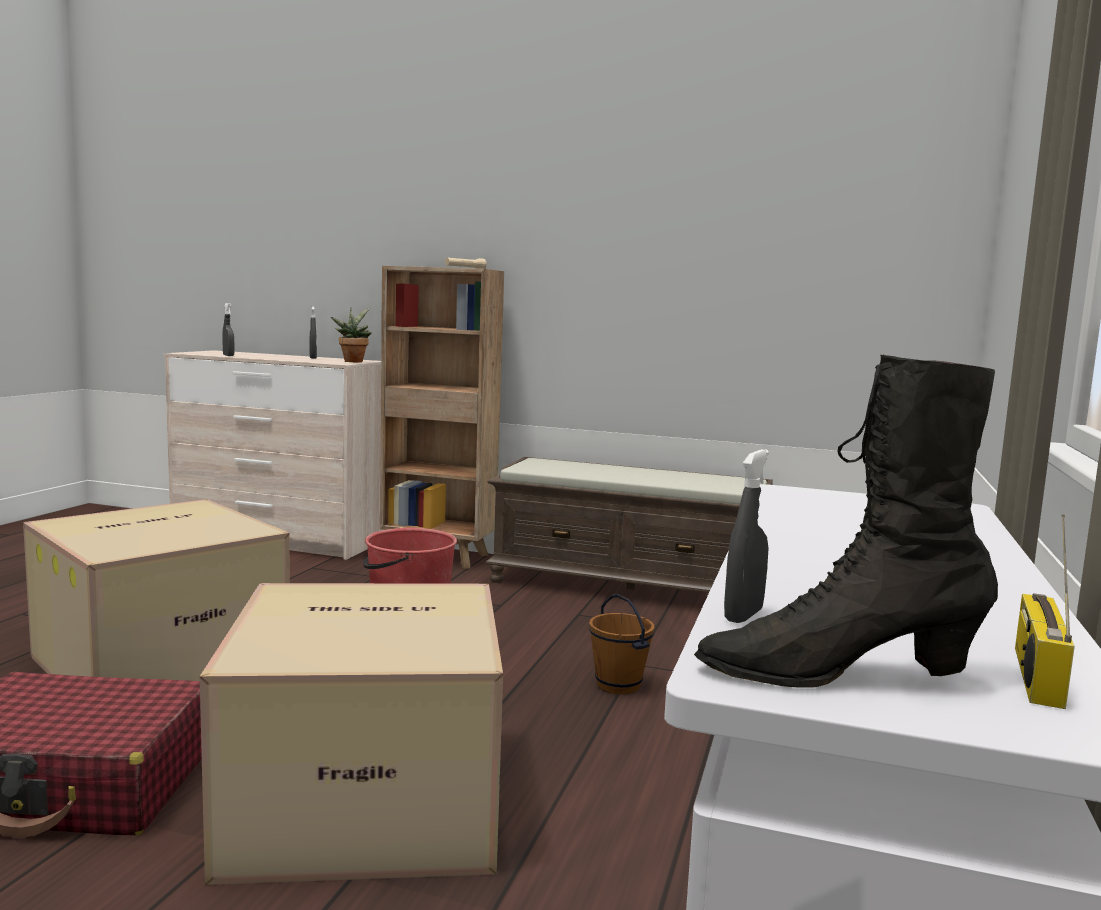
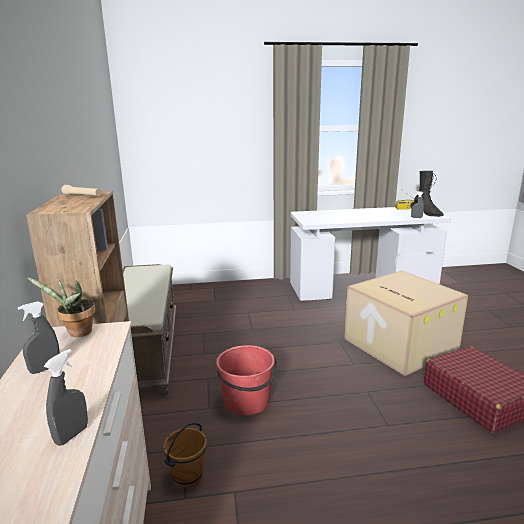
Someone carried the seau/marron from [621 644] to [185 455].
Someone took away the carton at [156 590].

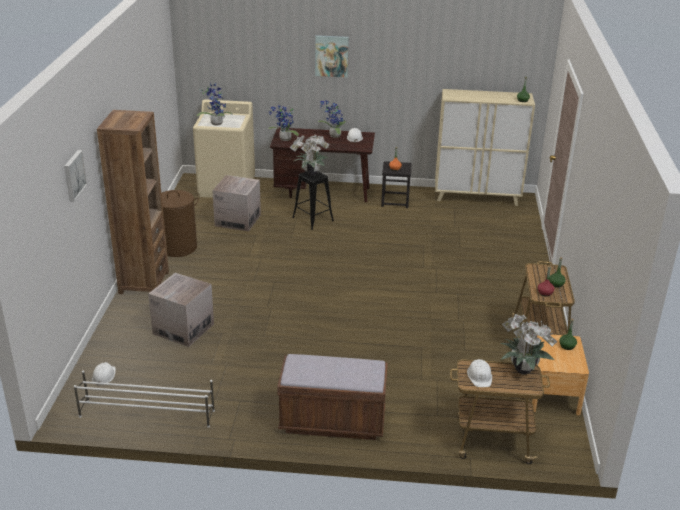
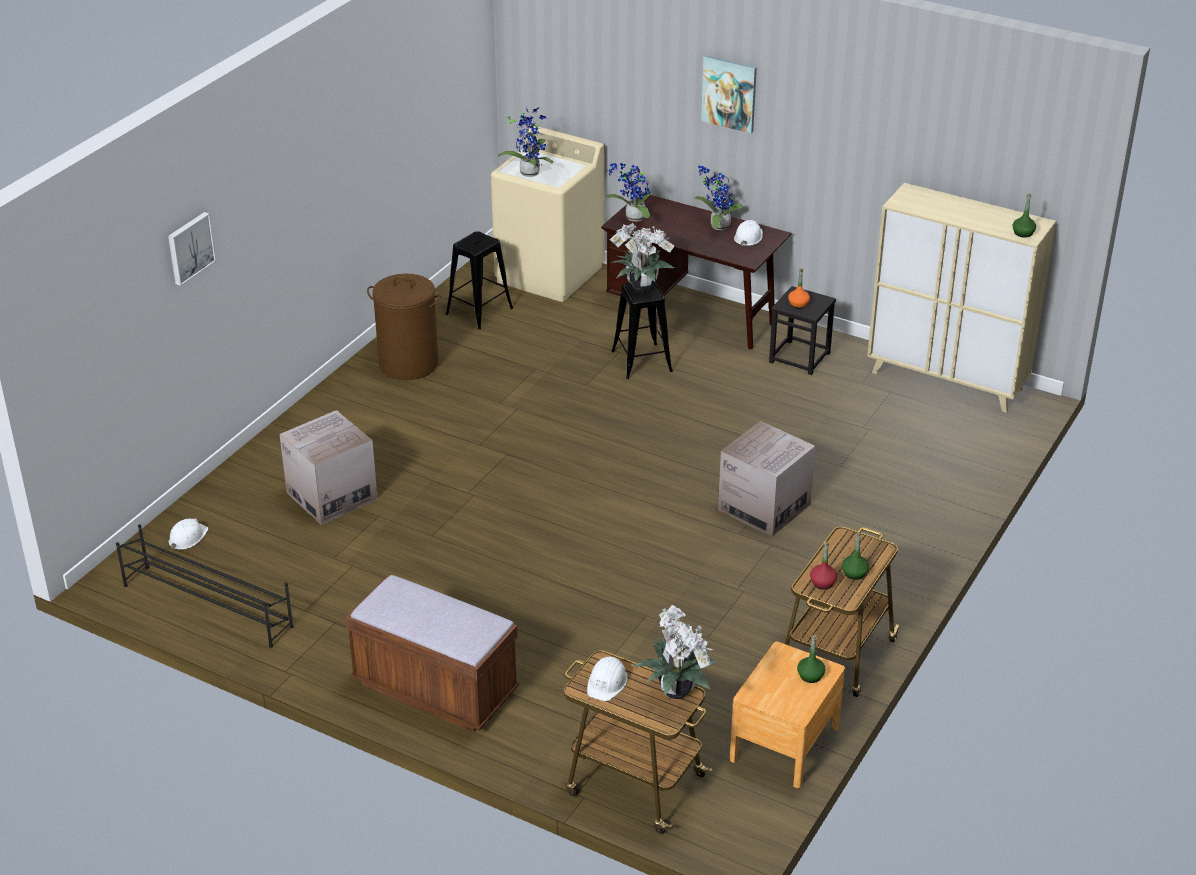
Someone repainted the étagère à chaussures/blanc at [144 399], which became the étagère à chaussures/noir at [205 586].
Someone put down the tabouret/noir at [479 280].
Someone carried the carton from [236 203] to [766 479].
Someone took away the bibliothèque/marron at [133 202].

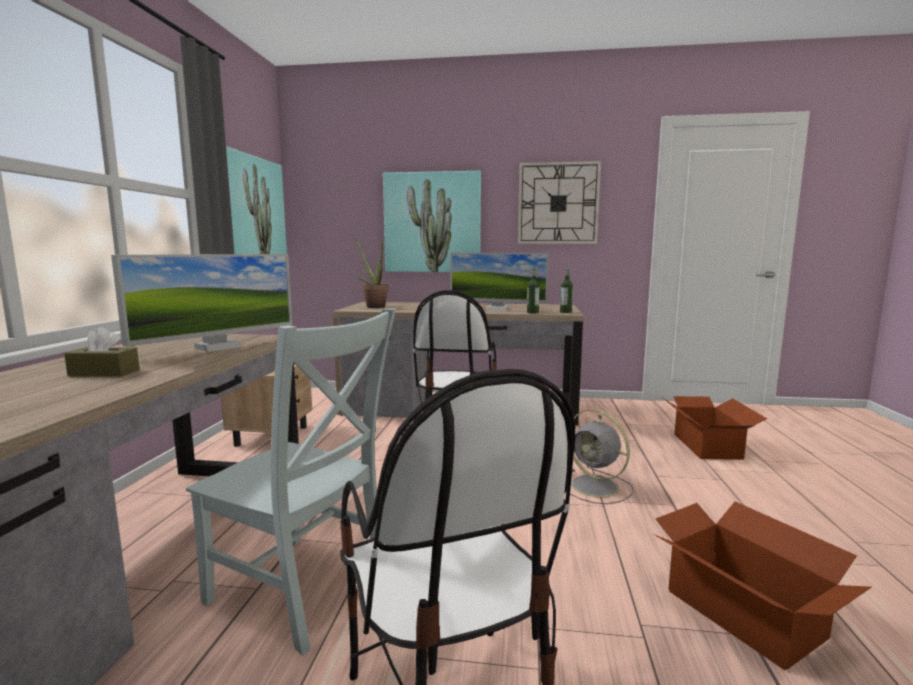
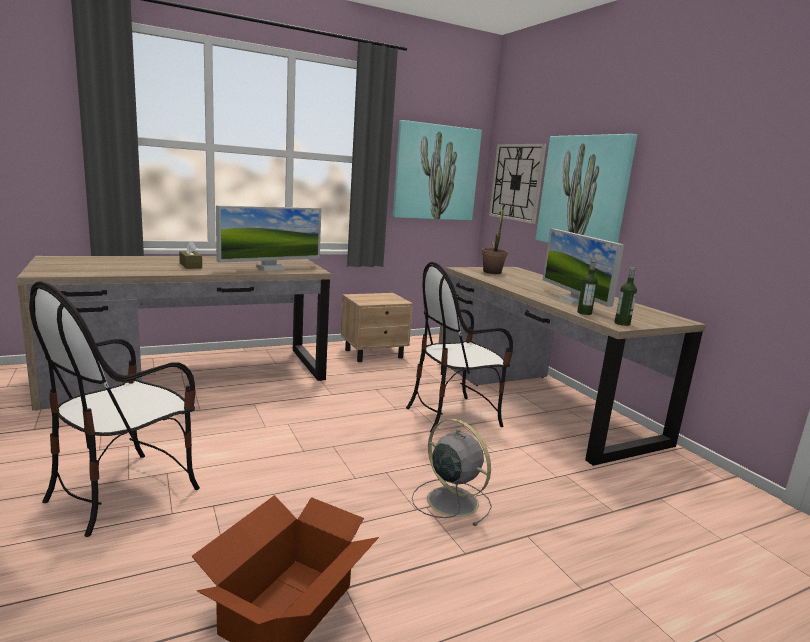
Someone rotated the écran d'ordinateur at [202 303] by 45 degrees counterclockwise.
Someone rotated the ventilateur/gris at [602 456] by 120 degrees clockwise.
Someone carried the horloge murale from [559 202] to [518 184].
Someone took away the chaise/gris at [291 481].
Someone took away the carton at [715 428].

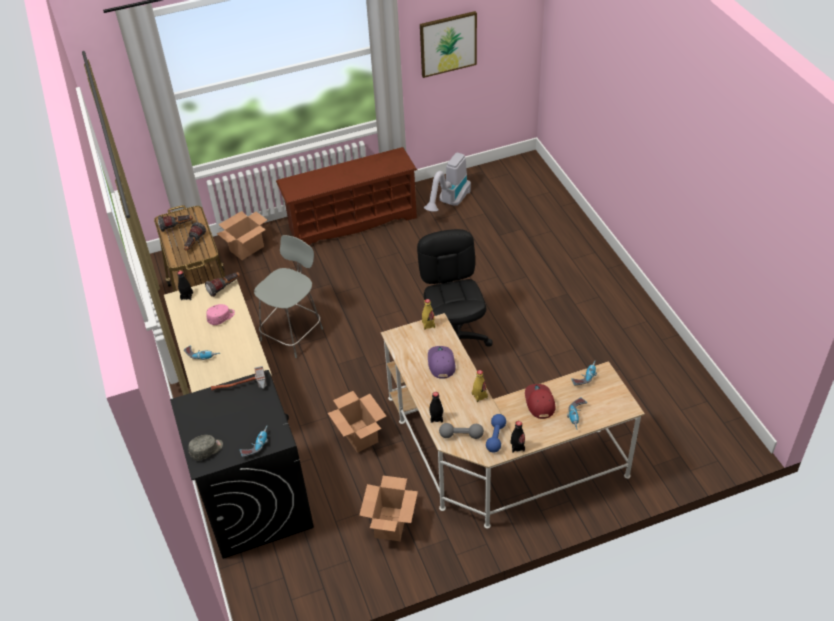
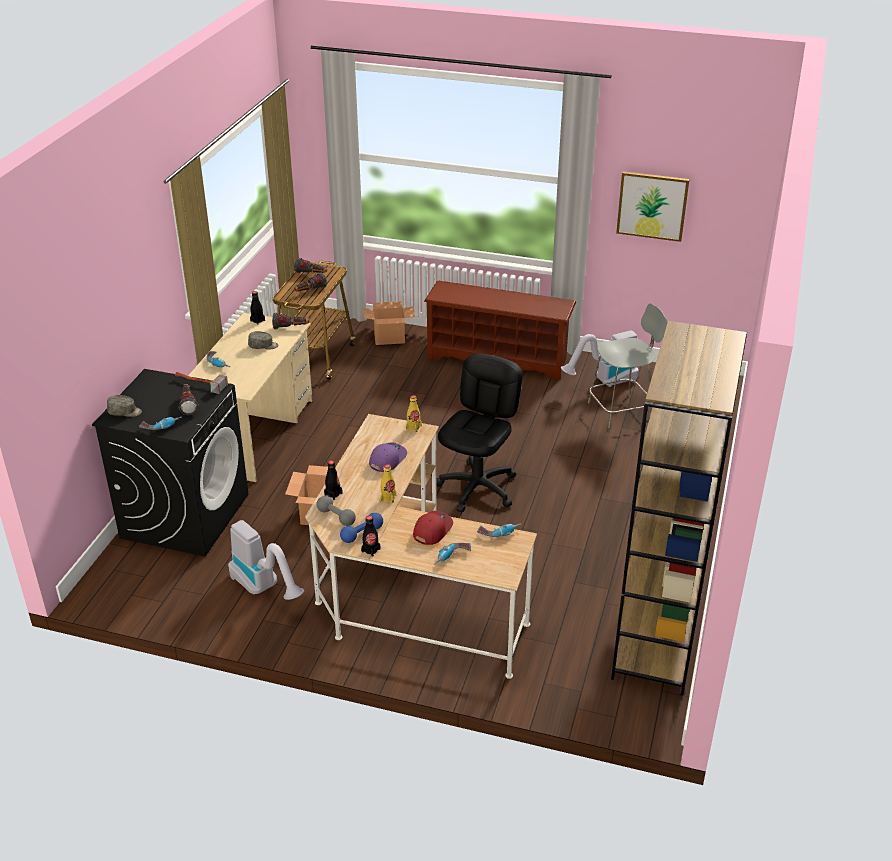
Someone put down the lampe de poche at [188 399].
Someone swapped the carton at [388 508] for the aspirateur at [266 560].
Someone repainted the casquette/rose at [220 314], which became the casquette/gris at [263 340].
Someone carried the tabouret/gris from [288 296] to [627 365].
Someone put down the bibliothèque/marron at [679 508].

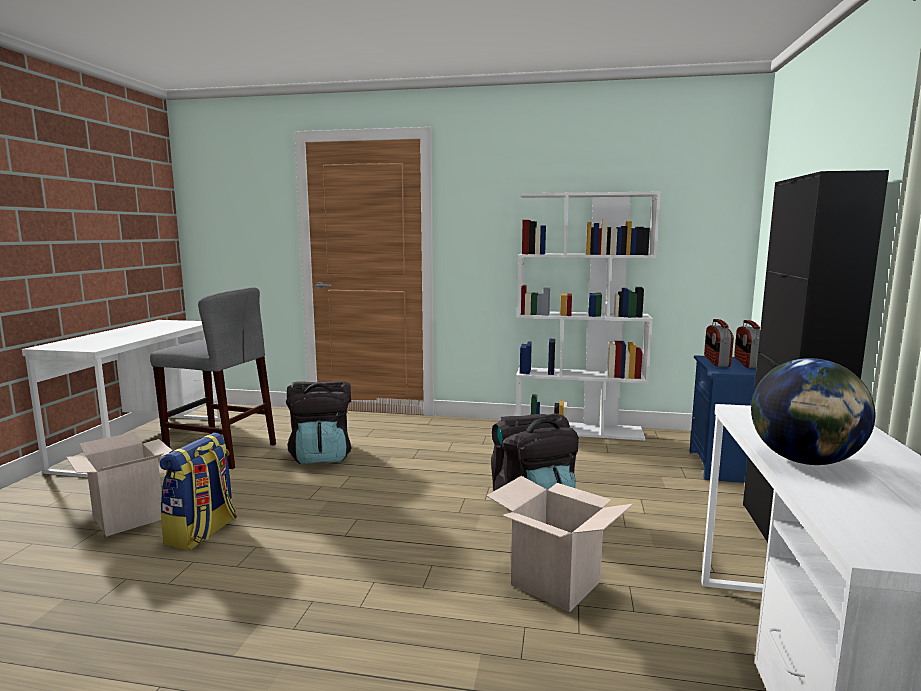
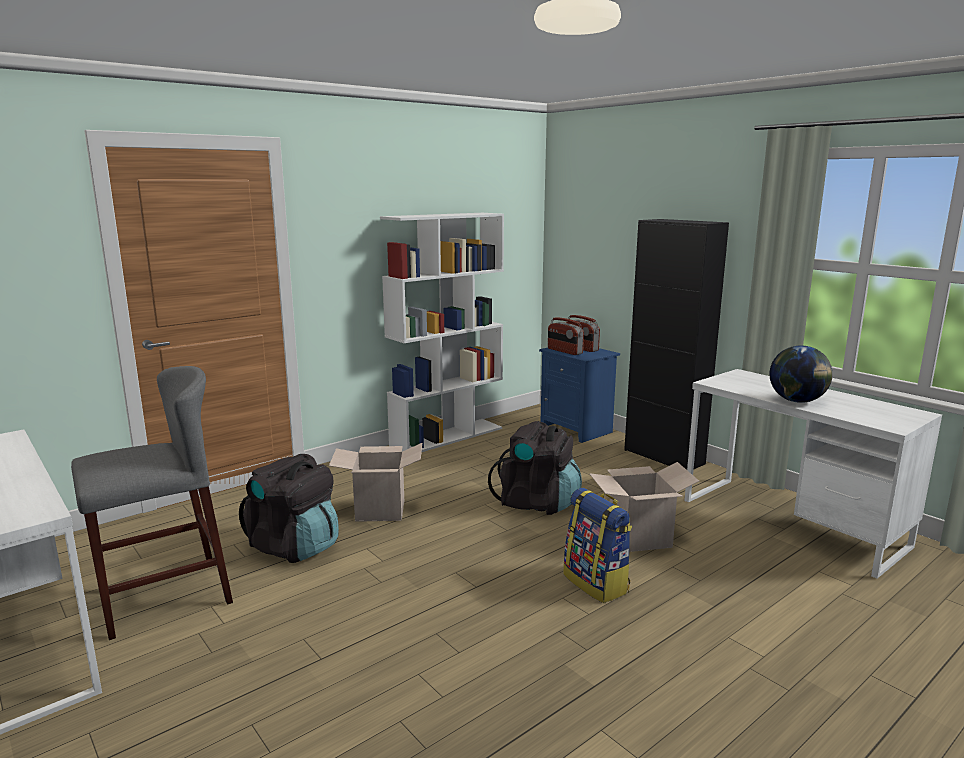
Someone carried the carton from [119 484] to [375 482].
Someone carried the sac à dos from [198 491] to [597 545].

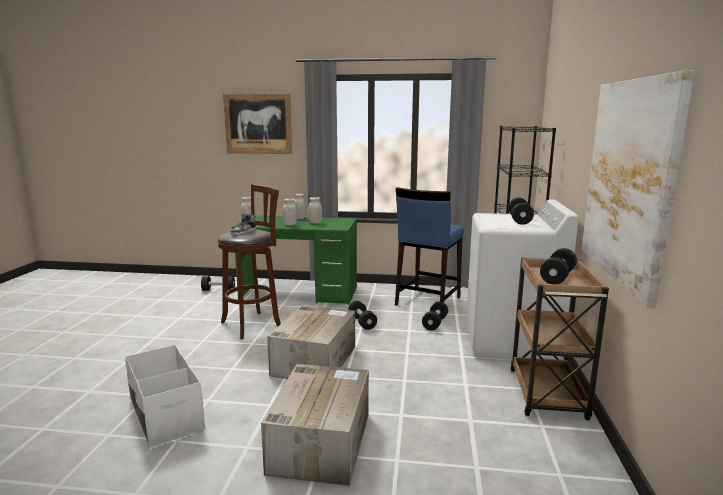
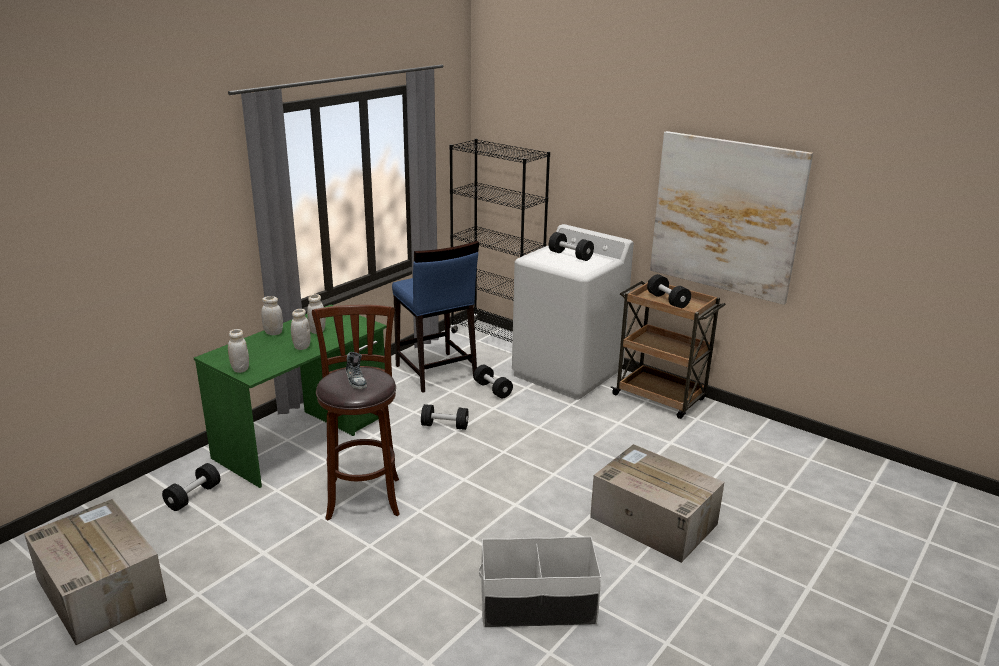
Someone carried the carton from [311 342] to [95 572].
Someone took away the tableau at [257 124].

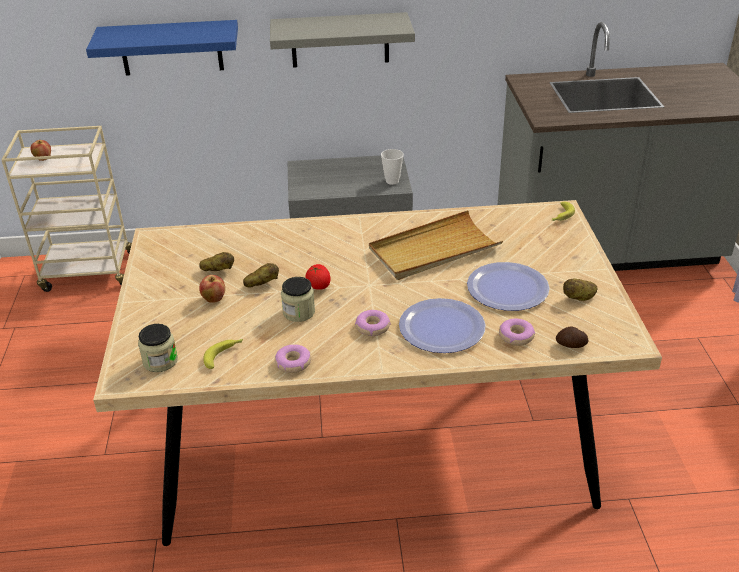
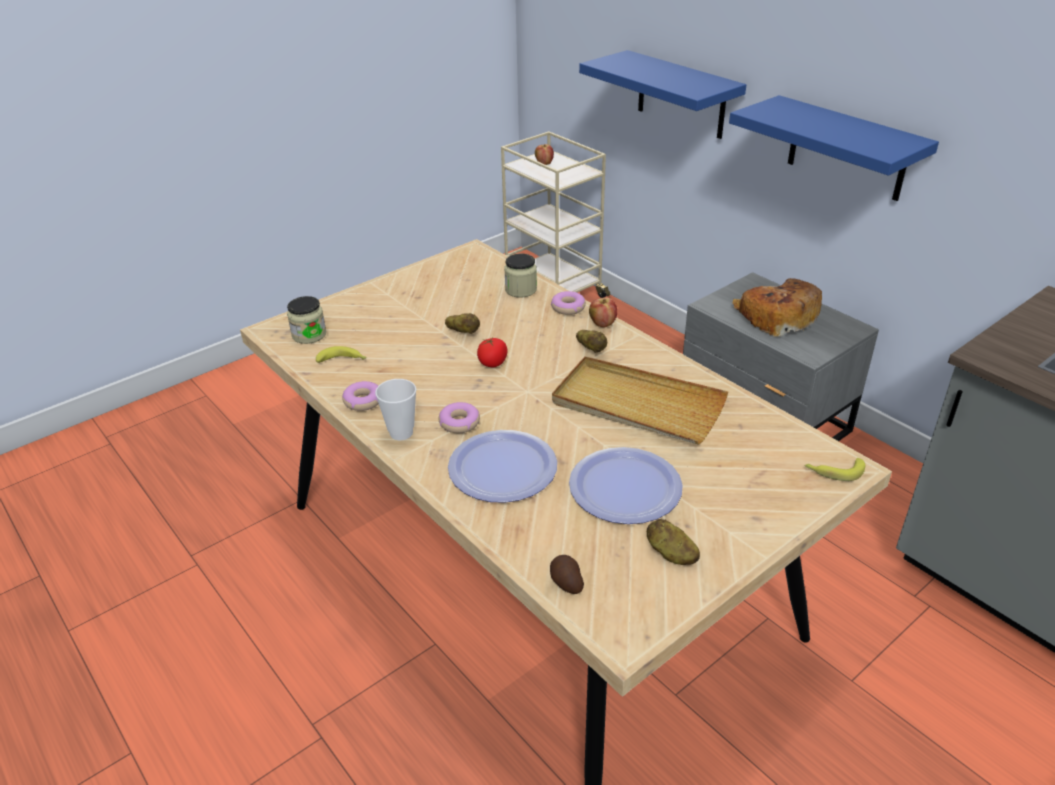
Someone carried the tasse from [392 167] to [396 409].
Someone carried the bocal from [298 299] to [520 276].
Someone carried the beignet from [517 332] to [568 303].
Someone carried the pomme de terre from [216 261] to [591 341].
Someone carried the pomme from [212 289] to [603 312].
Someone repainted the étagère/gris at [342 40], which became the étagère/bleu at [834 148].
Someone put down the pain at [777 307].

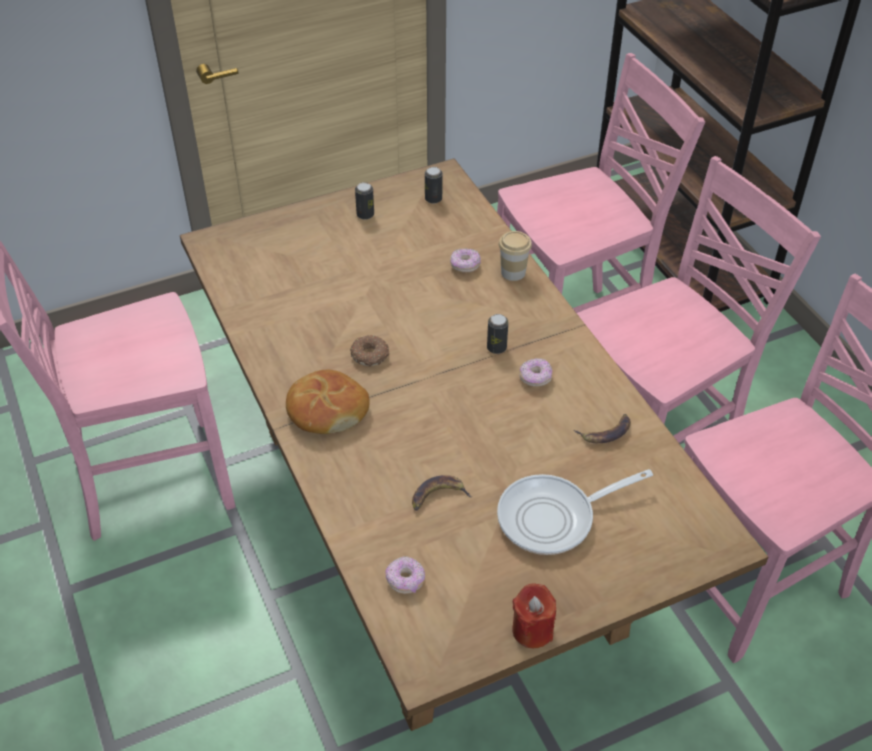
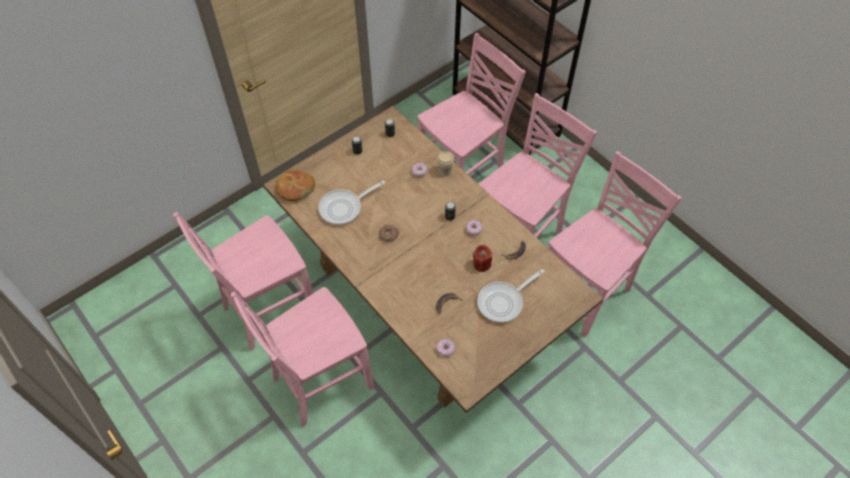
Someone put down the chaise/rose at [302 357].
Someone carried the pain from [328 402] to [295 185].
Someone put down the poêle at [352 202].
Someone carried the bougie/rouge from [534 615] to [482 258].

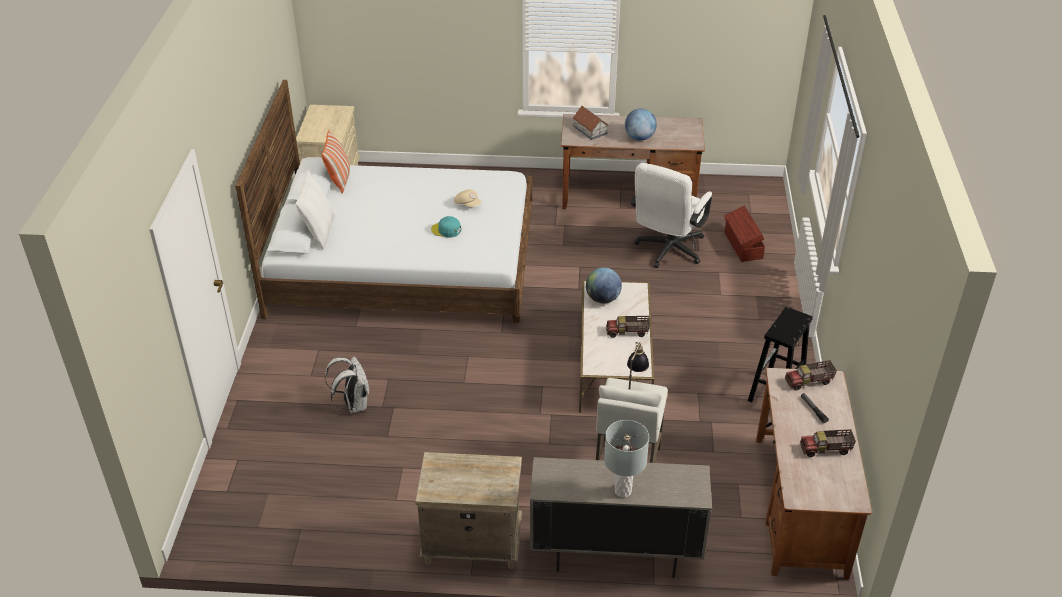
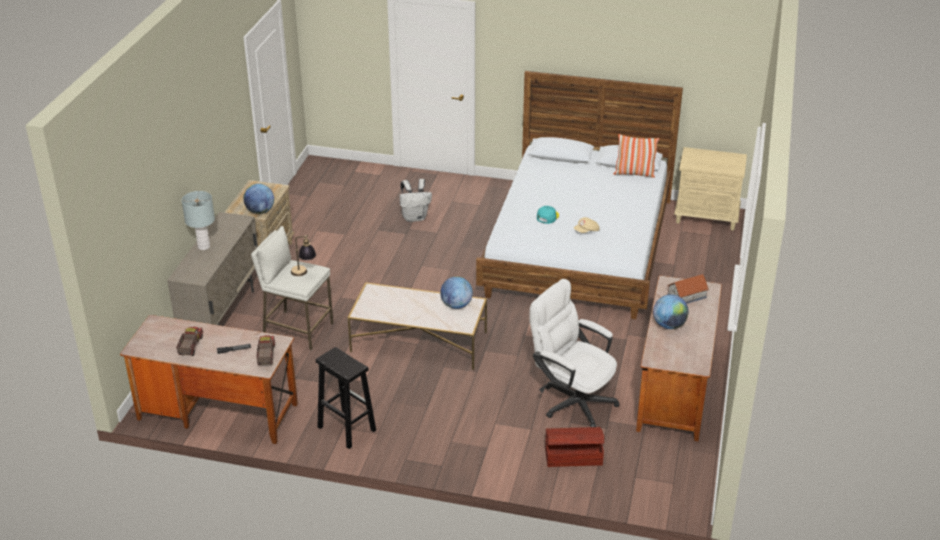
Someone put down the globe at [258 199].
Someone took away the coussin/blanc at [315 210].
Someone took away the camion jouet at [628 327].

